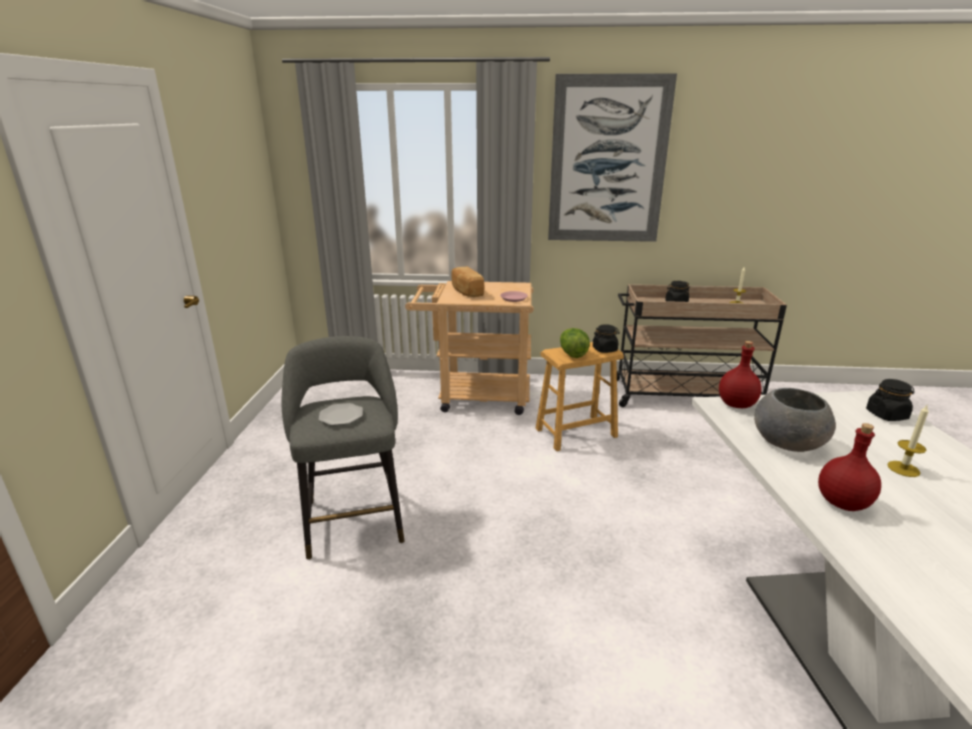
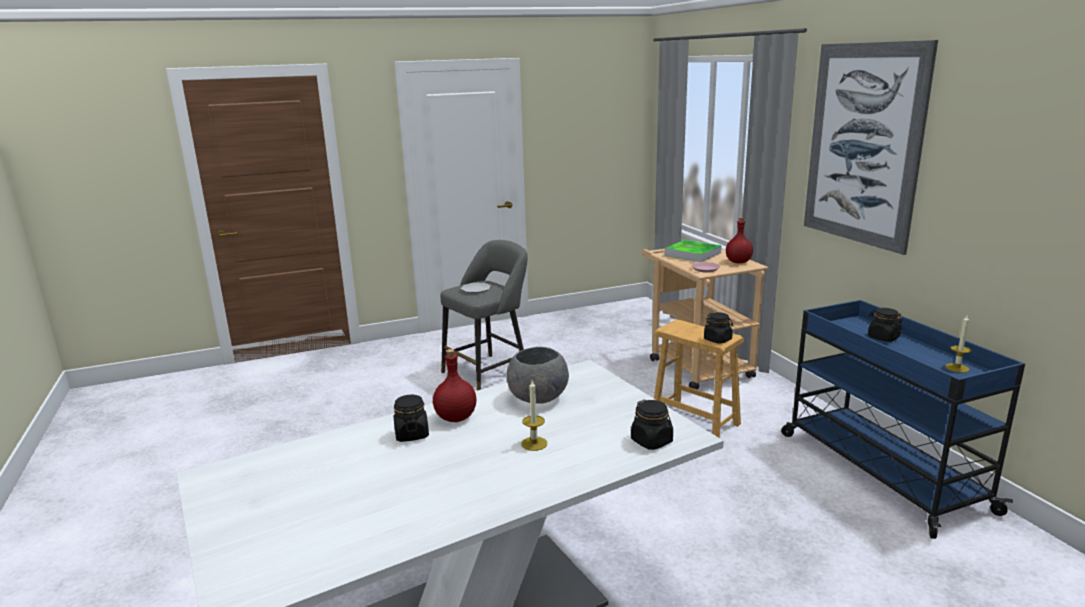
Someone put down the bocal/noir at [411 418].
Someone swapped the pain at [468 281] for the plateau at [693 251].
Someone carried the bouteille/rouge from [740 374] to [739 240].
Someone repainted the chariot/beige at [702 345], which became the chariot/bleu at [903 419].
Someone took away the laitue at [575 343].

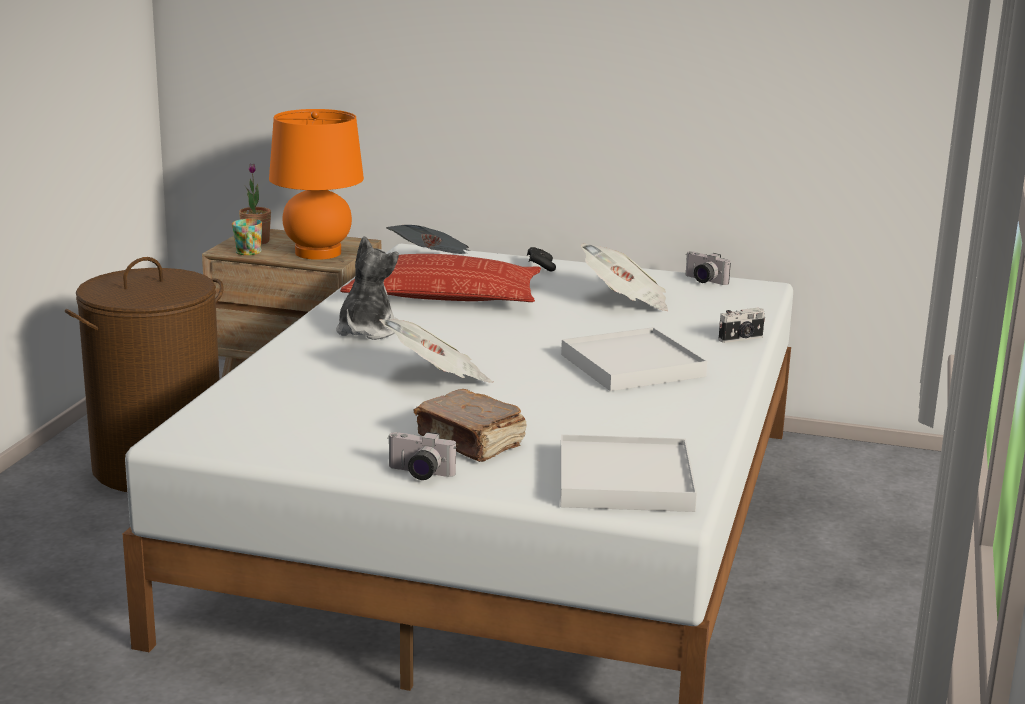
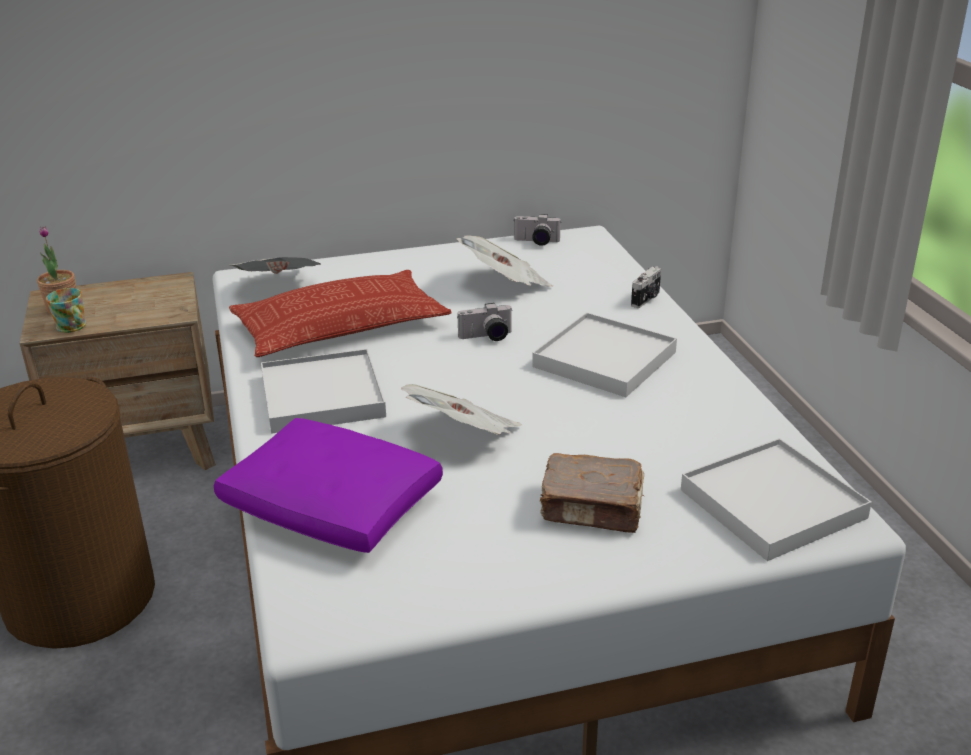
Someone put down the coussin/violet at [328 485].
Someone swapped the peluche at [367 288] for the plateau/blanc at [323 391].
Someone carried the appareil photo from [421 456] to [485 322].
Someone took away the lampe de table/orange at [316 184].
Someone took away the manette/noir at [541 259].

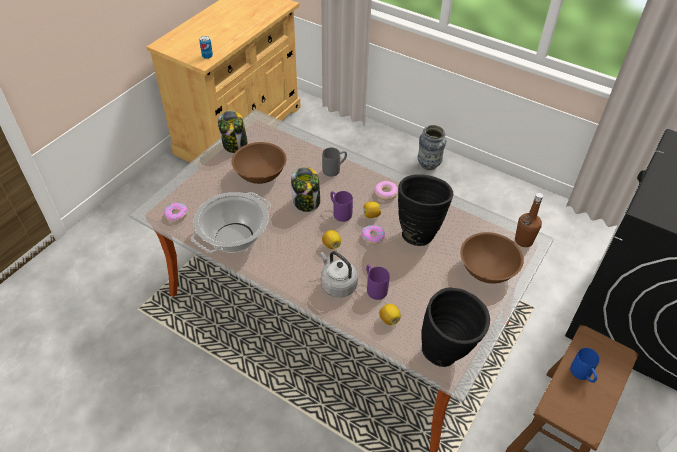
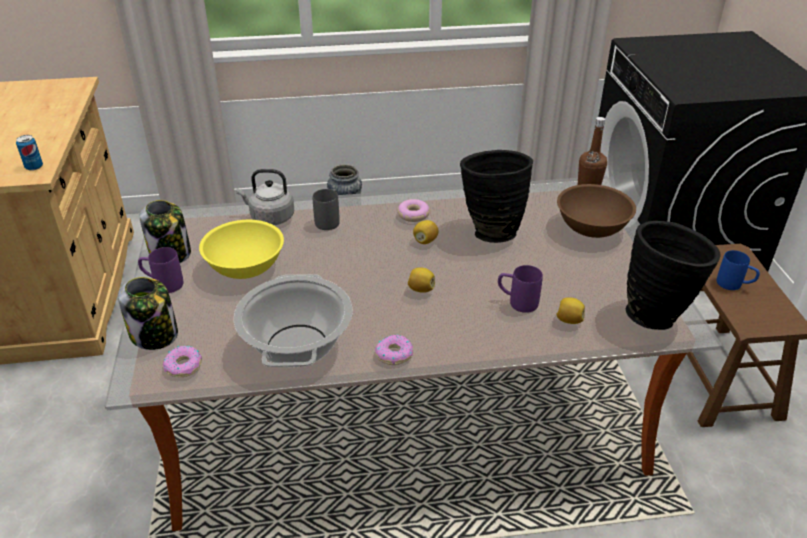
Someone carried the bocal from [305 189] to [148 313].
Someone carried the mug/violet from [341 206] to [160 270].
Someone repainted the bol/marron at [259 163], which became the bol/jaune at [241 249].
Someone carried the bouilloire/gris from [339 274] to [265 197].
Someone carried the beignet from [373 234] to [394 350].

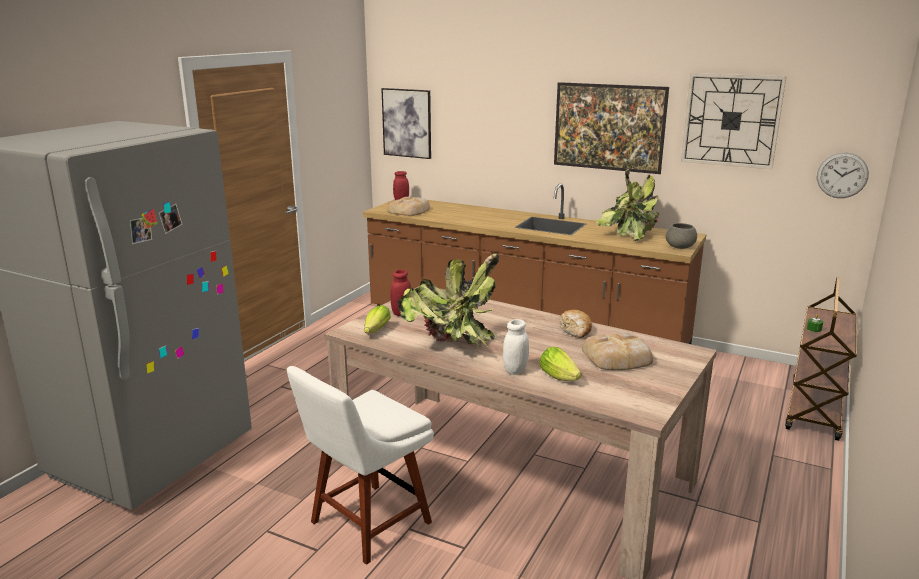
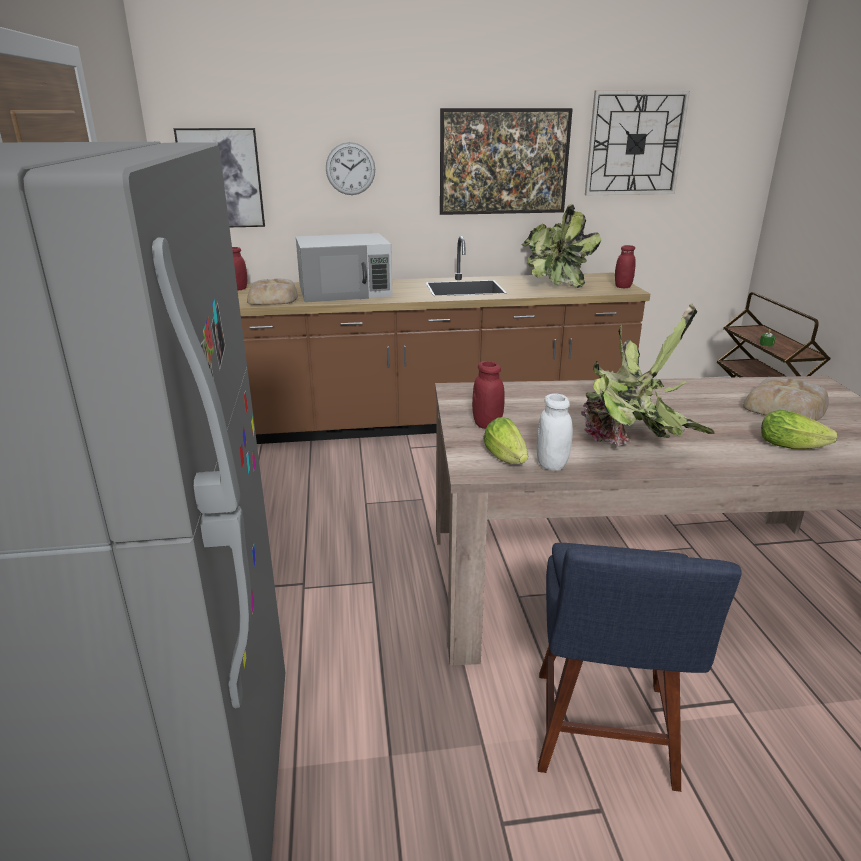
Someone put down the micro-ondes/blanc at [344 268].
Someone carried the horloge murale from [843 175] to [350 168].
Someone carried the bocal/blanc from [516 347] to [554 432].
Someone repainted the chaise/blanc at [360 465], which became the chaise/bleu at [640 667].
Someone swapped the bol/gris at [681 236] for the bocal/rouge at [625 266].
Someone took away the pain at [575 324].

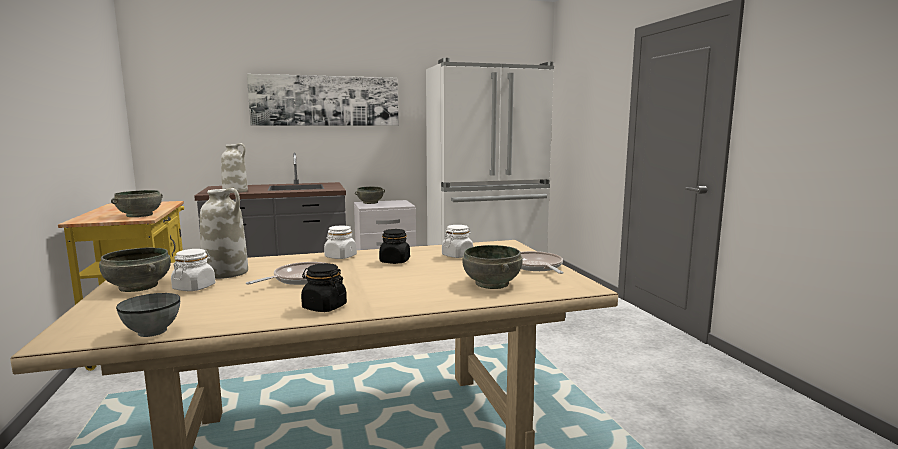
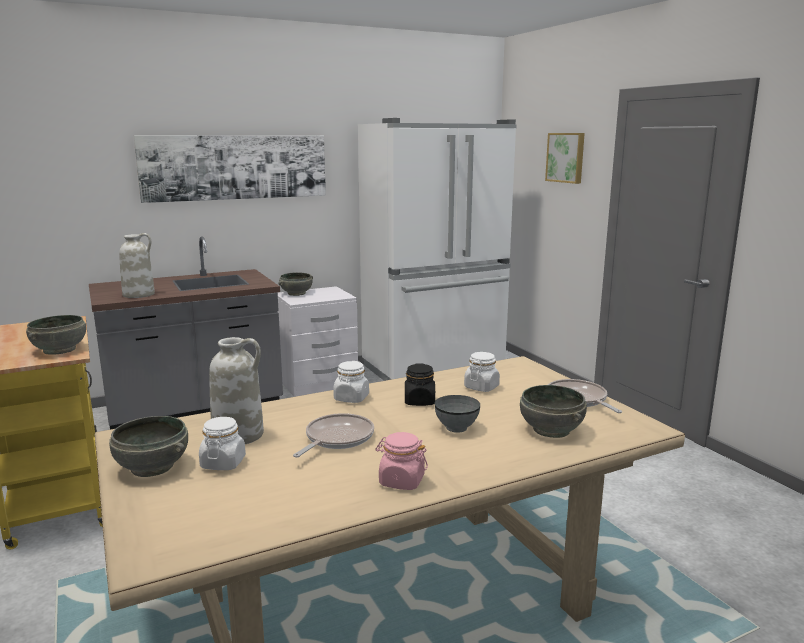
Someone repainted the bocal/noir at [324 287], which became the bocal/rose at [401 461].
Someone carried the bol/gris from [148 315] to [457 414].
Someone put up the tableau at [565 158].

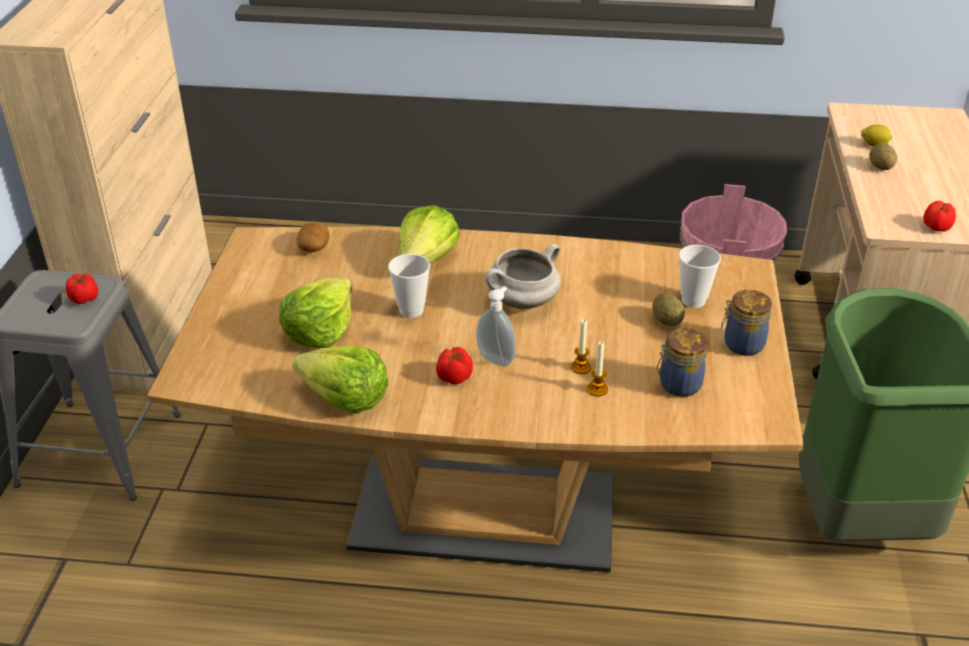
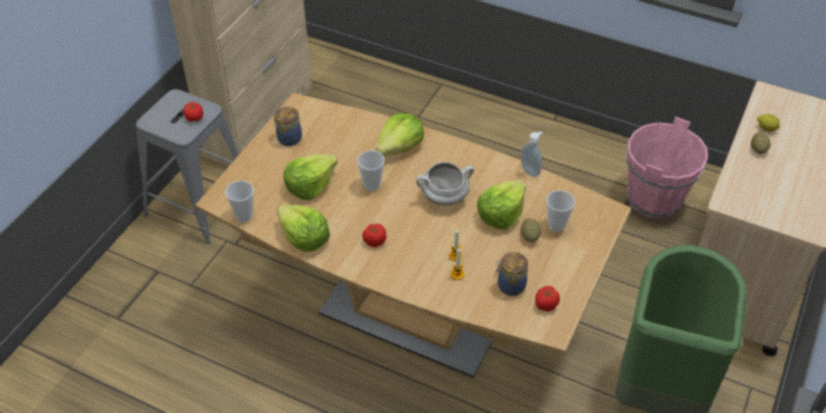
Someone put down the tasse at [239 201].
Someone carried the bocal from [746 323] to [288 126].
Someone put down the laitue at [501 204].
Someone carried the distributeur de savon from [496 326] to [532 154].
Someone carried the tomate from [939 216] to [547 299].
Someone took away the pomme de terre at [313 237].

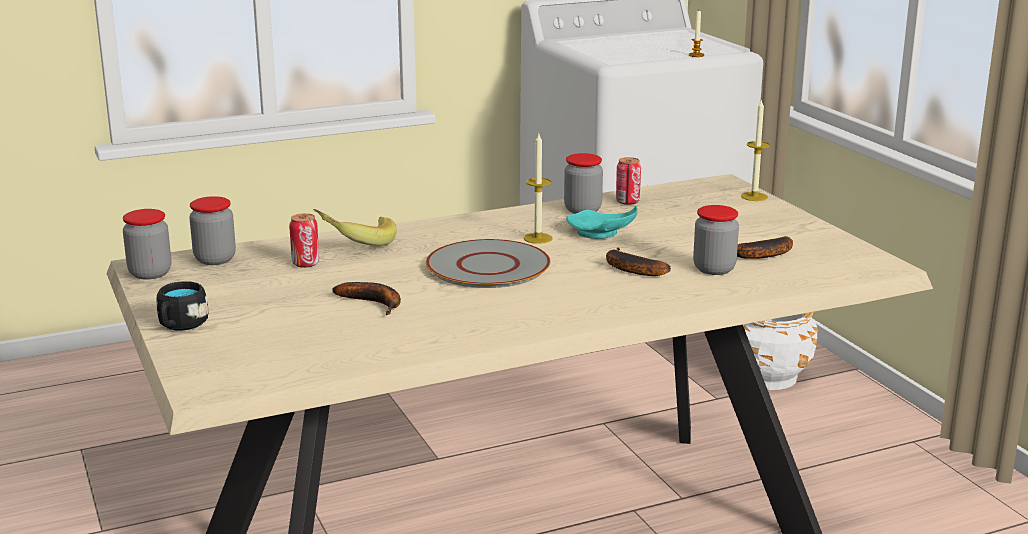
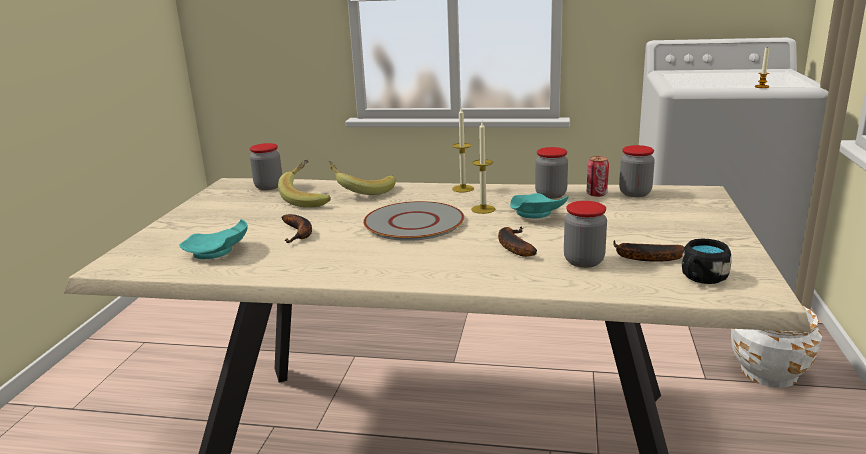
Someone put down the assiette/turquoise at [213 239].
Someone swapped the boîte métallique at [304 240] for the banane at [304 183].
Someone carried the bougie from [755 150] to [463 150].
Someone carried the bocal from [147 244] to [637 171].
Someone carried the mug/noir from [182 306] to [706 261].

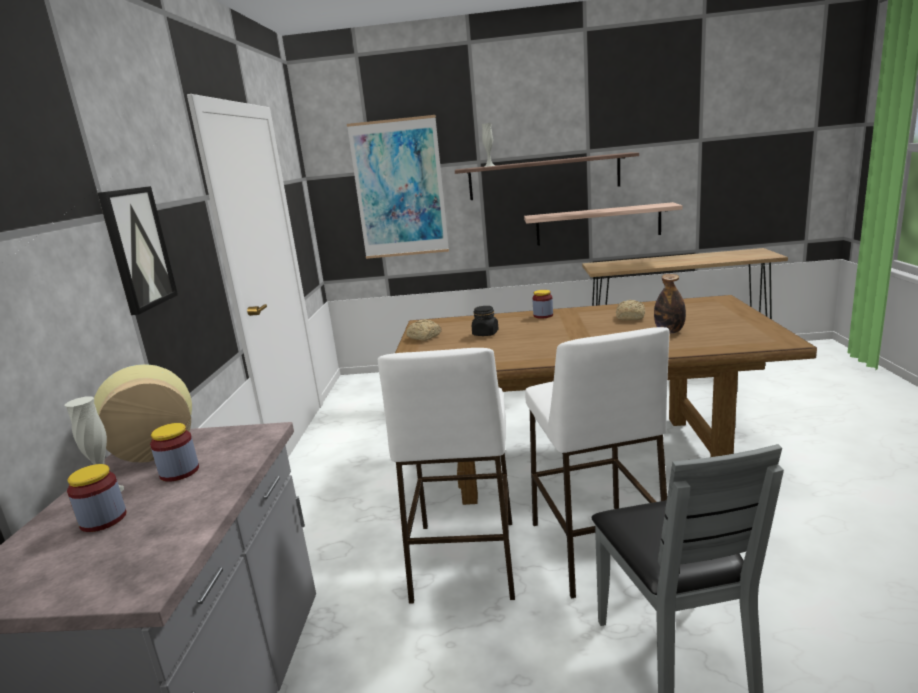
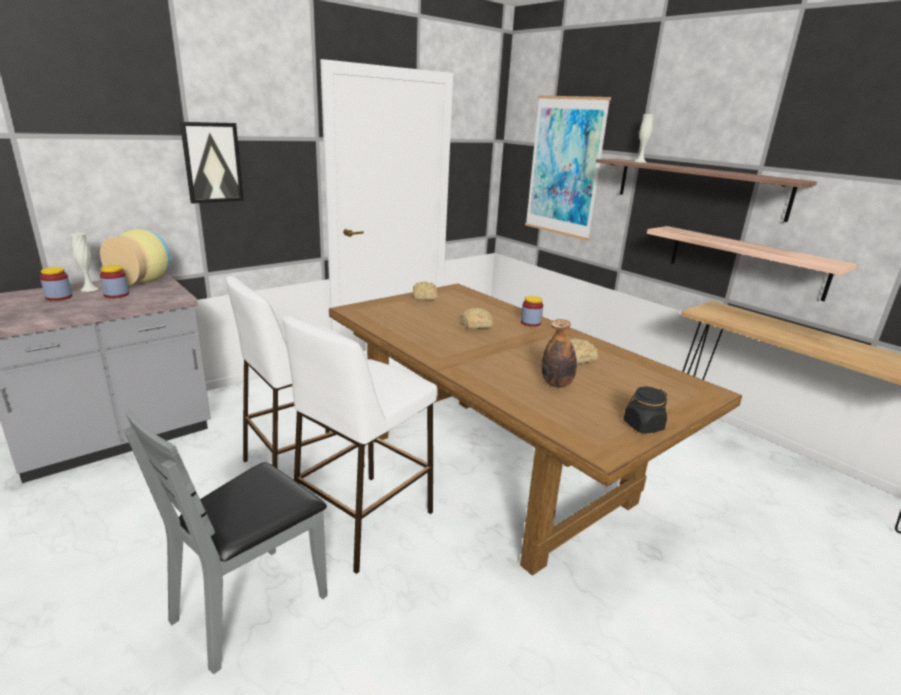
Someone put down the pain at [477 318].
Someone carried the bocal/noir from [485 321] to [645 410].

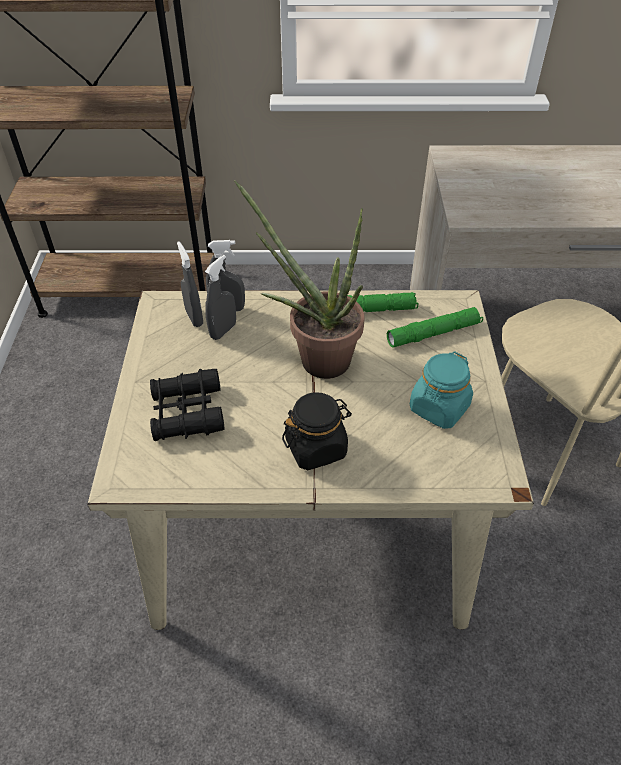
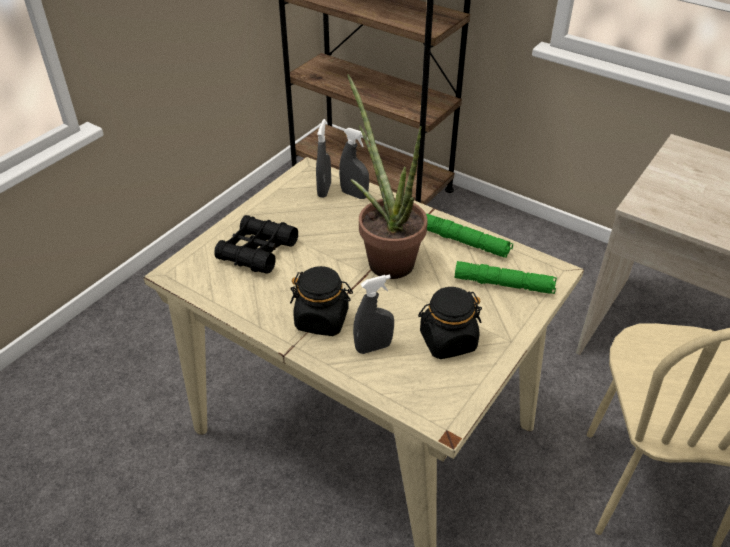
Someone carried the vaporisateur/gris from [220 297] to [373 314].
Someone repainted the bocal/turquoise at [441 390], which became the bocal/noir at [450 323].

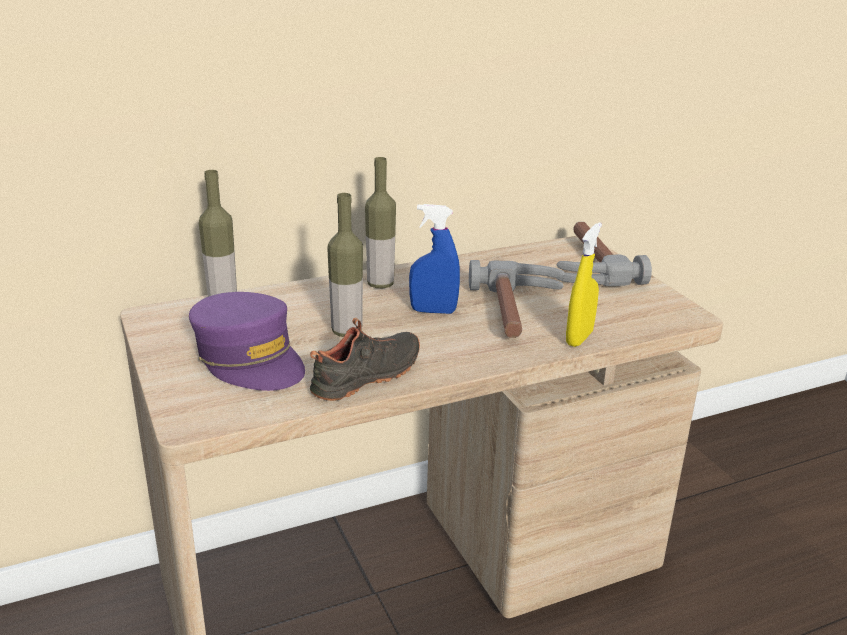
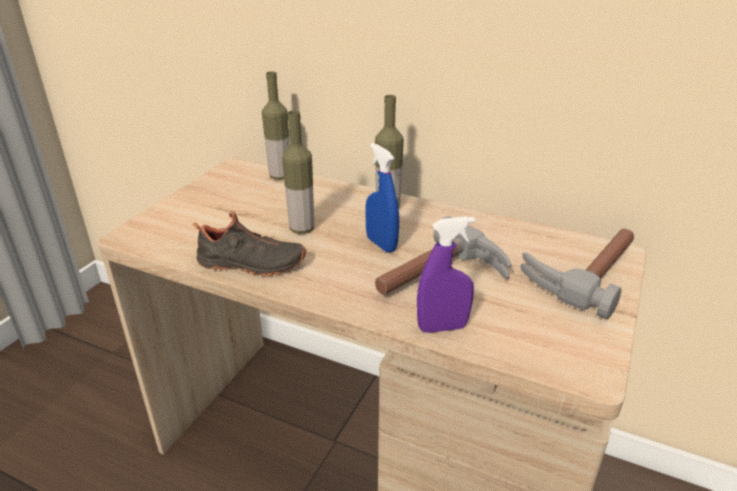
Someone repainted the vaporisateur/jaune at [584 285], which became the vaporisateur/violet at [446 274].
Someone took away the casquette/violet at [247 341].

